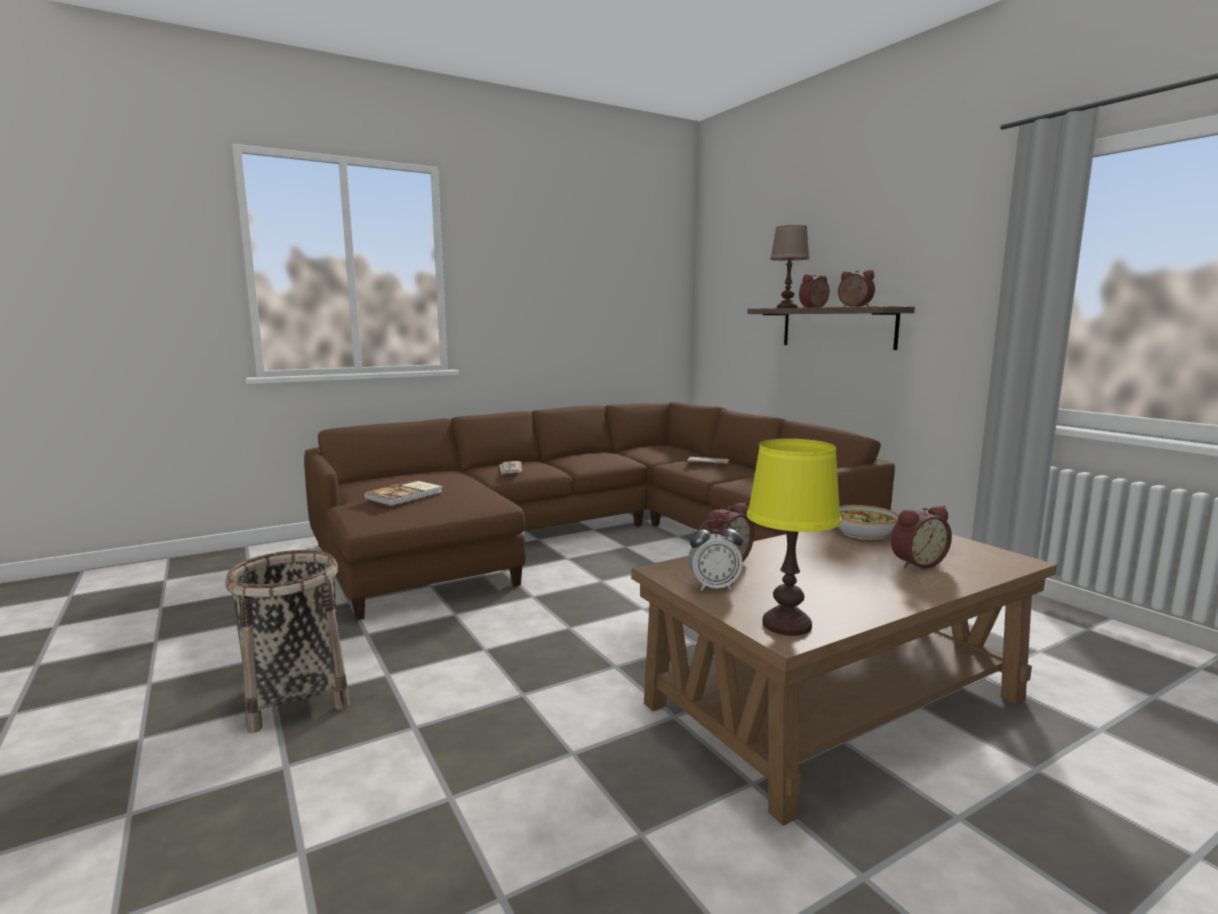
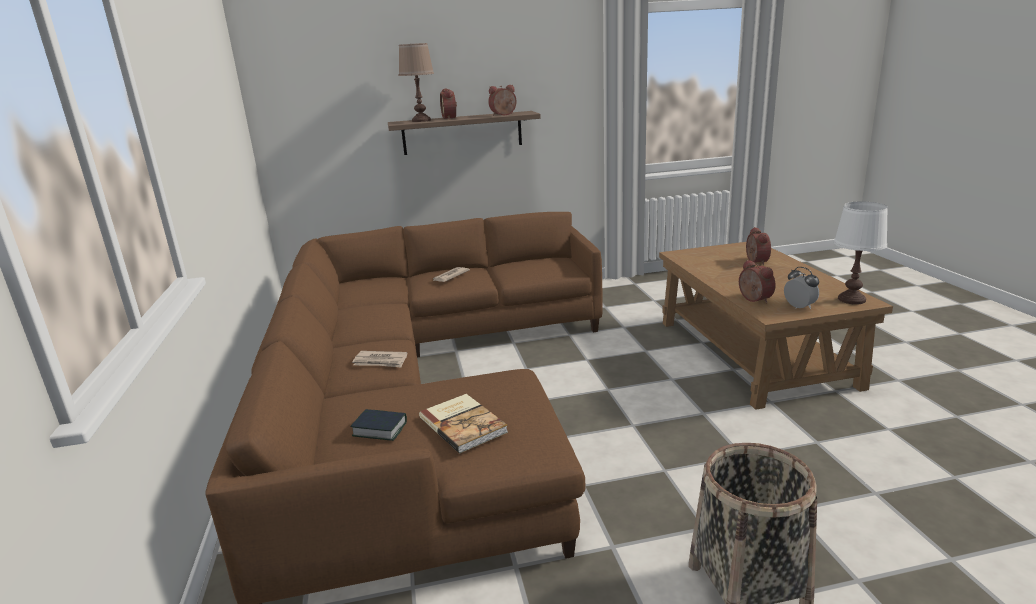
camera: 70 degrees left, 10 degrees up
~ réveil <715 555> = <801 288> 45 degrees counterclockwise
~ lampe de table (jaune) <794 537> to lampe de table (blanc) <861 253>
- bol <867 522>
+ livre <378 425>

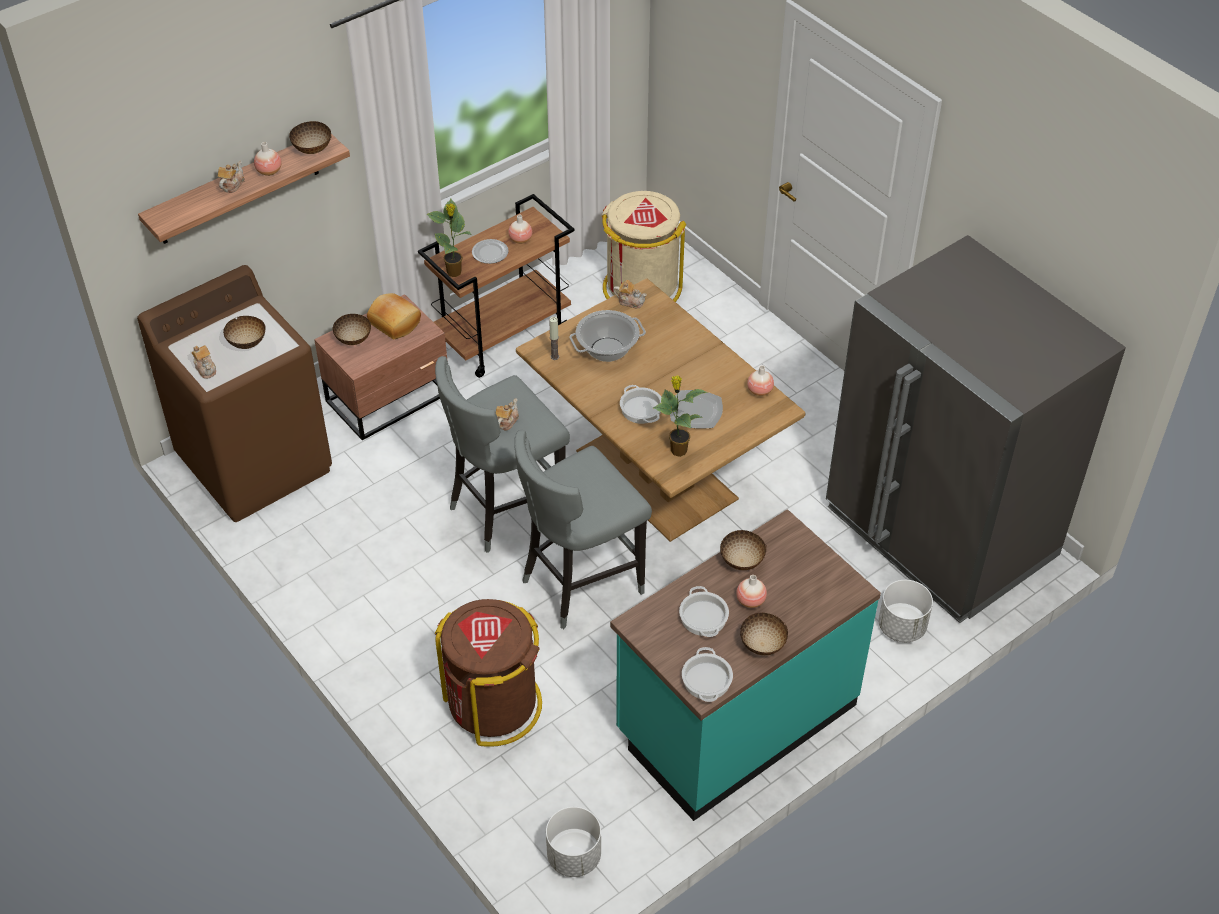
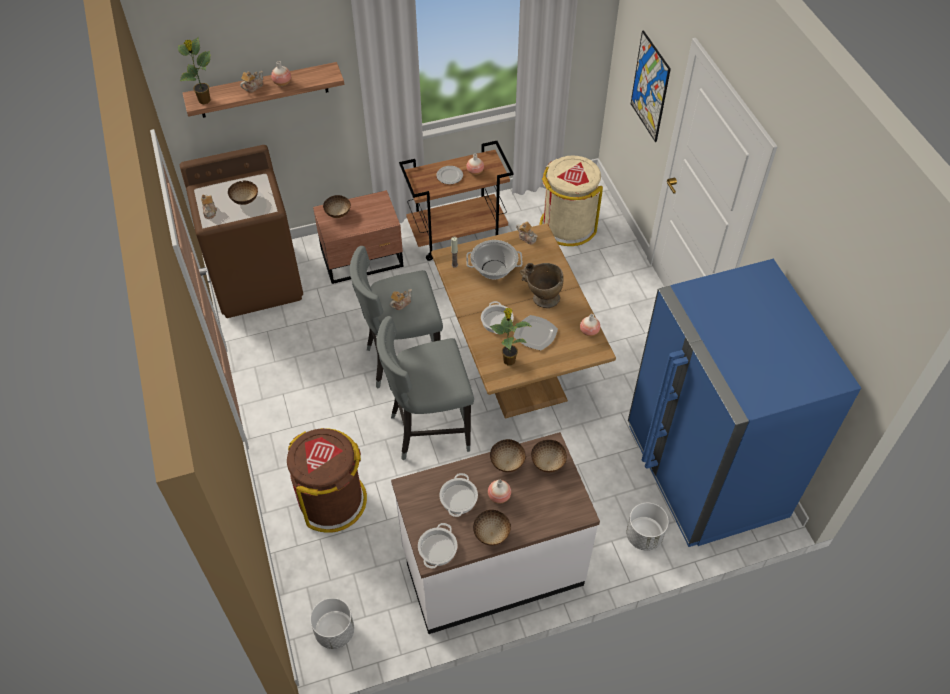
camera: 20 degrees right, 5 degrees up
~ bol <310 137> to <549 456>
- pain <394 316>
~ plante en pot <449 238> to <194 70>
~ comptoir de cuisine (turquoise) <745 665> to comptoir de cuisine (blanc) <495 533>
~ réfrigérateur (gris) <976 429> to réfrigérateur (bleu) <744 403>
+ vase (beige) <541 285>
+ tableau <651 86>

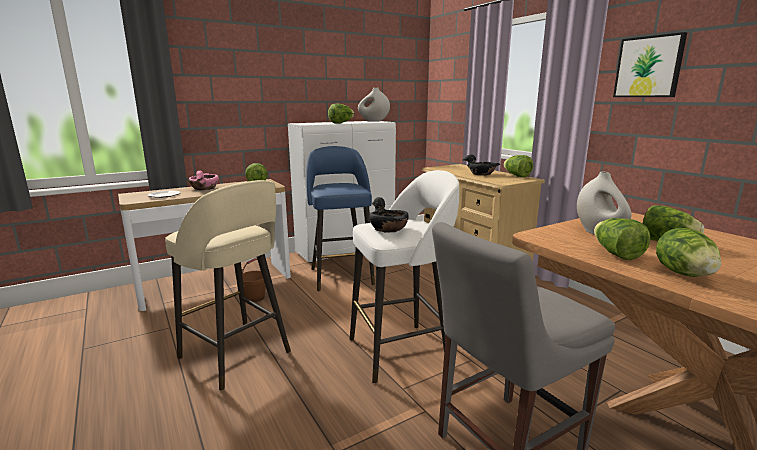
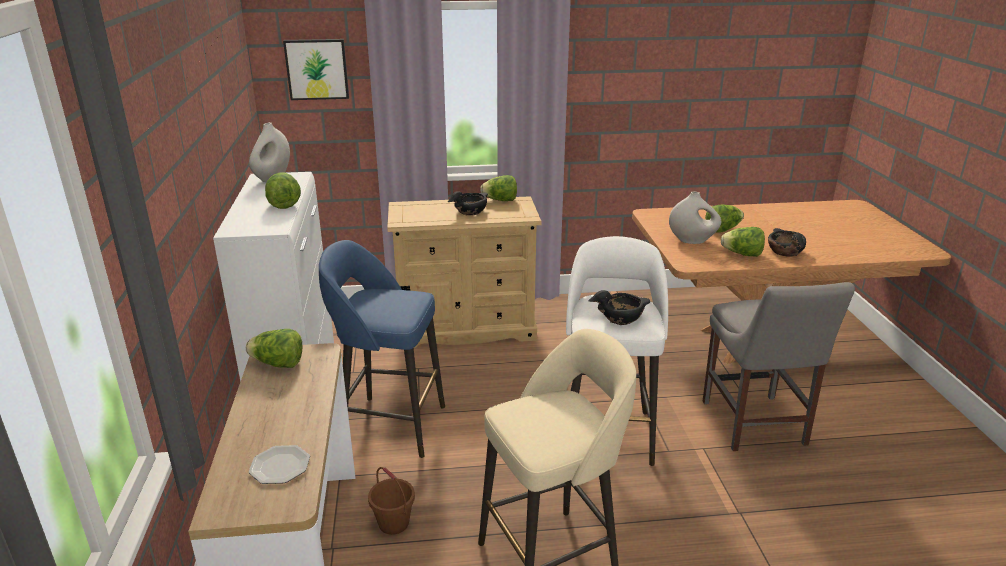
camera: 65 degrees left, 10 degrees up
- bol (rose) <204 180>
~ tableau <650 64> to <316 69>
~ laitue <688 252> to bol (noir) <787 242>

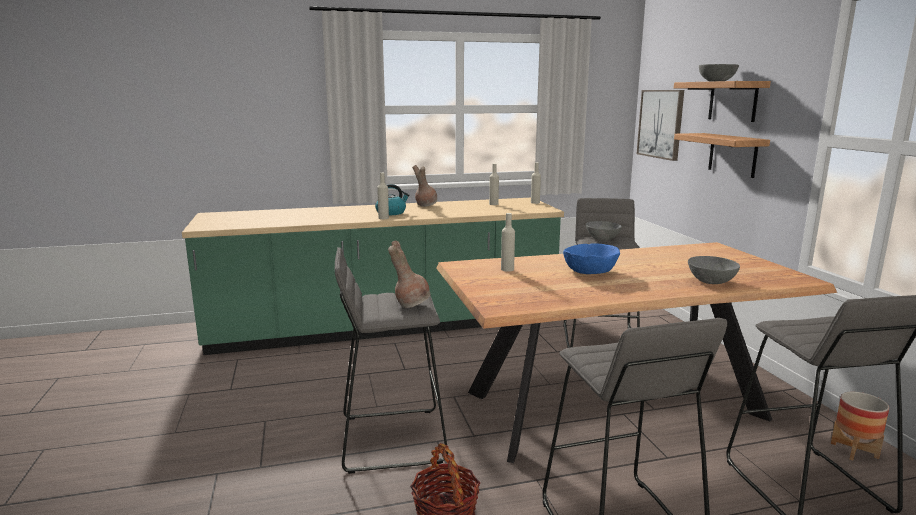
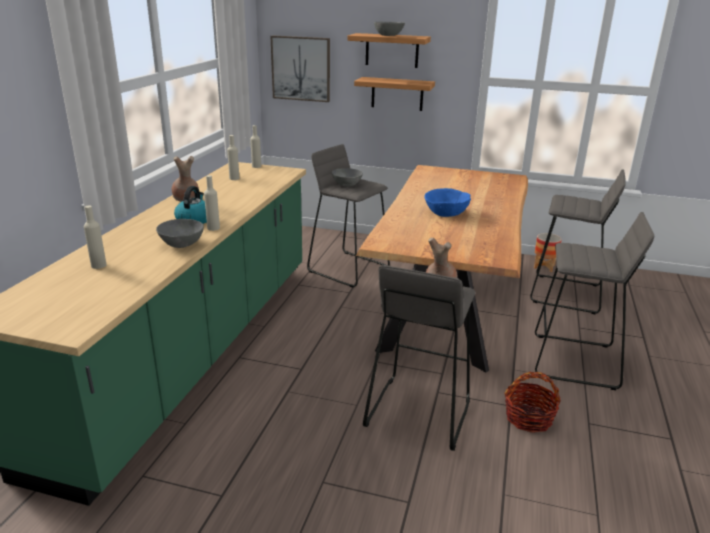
camera: 60 degrees left, 10 degrees up
~ bouteille (beige) <508 242> to <95 237>
~ bol (gris) <714 270> to <180 233>

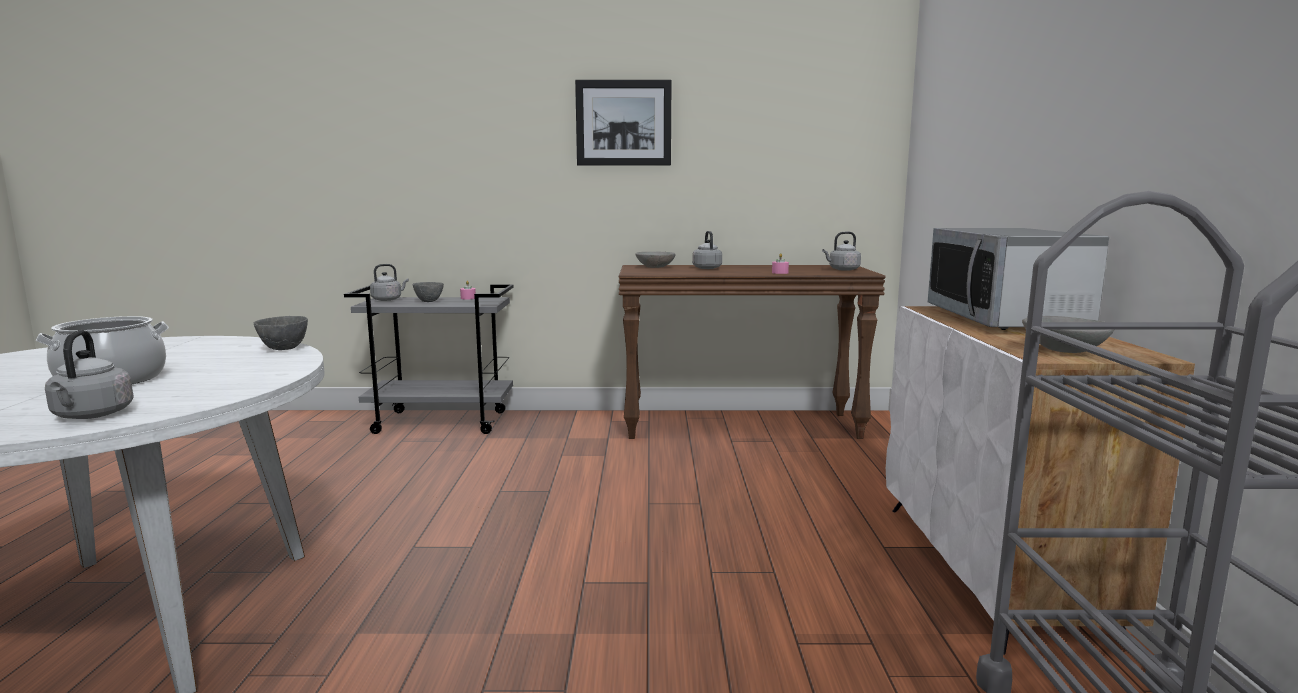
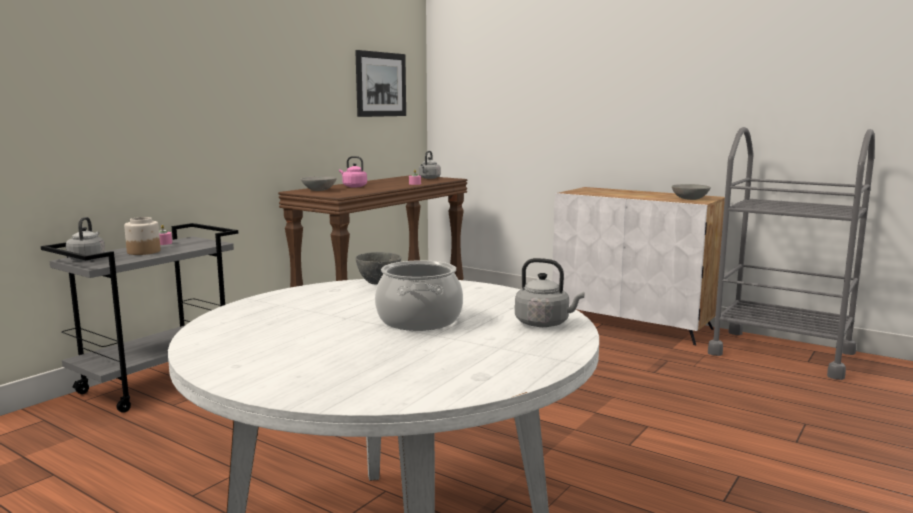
camera: 55 degrees left, 0 degrees up
~ bol (gris) <428 292> to bocal <142 236>
~ tableau <623 122> to <380 83>
~ bouilloire (gris) <707 250> to bouilloire (rose) <353 172>
- micro-ondes <1018 279>

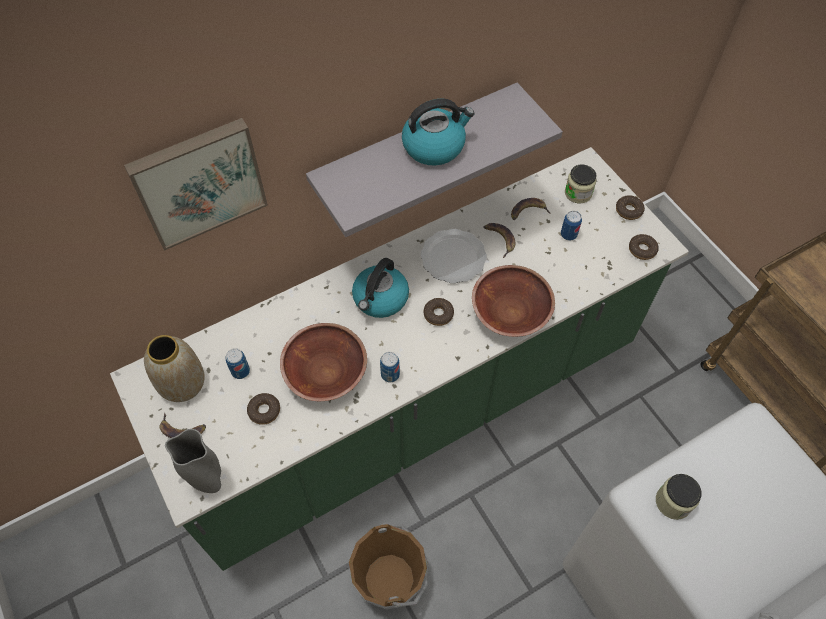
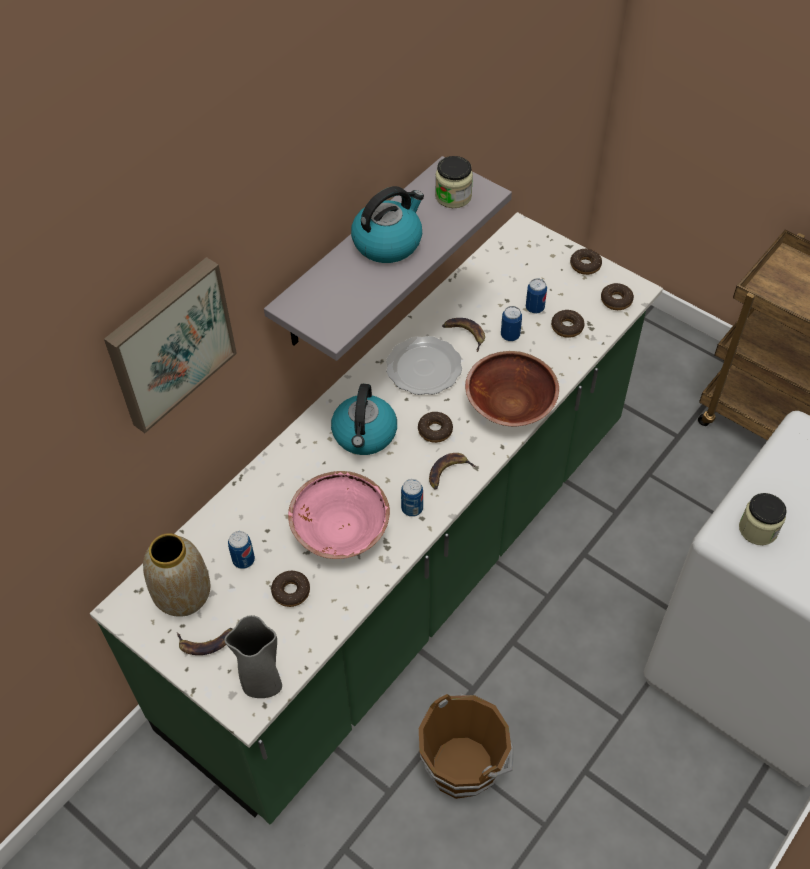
camera: 20 degrees left, 5 degrees down
~ bol (marron) <323 362> to bol (rose) <339 515>
~ banane <531 209> to <452 471>
~ bocal <581 184> to <454 182>
+ boîte métallique <511 323>
+ beignet <567 324>

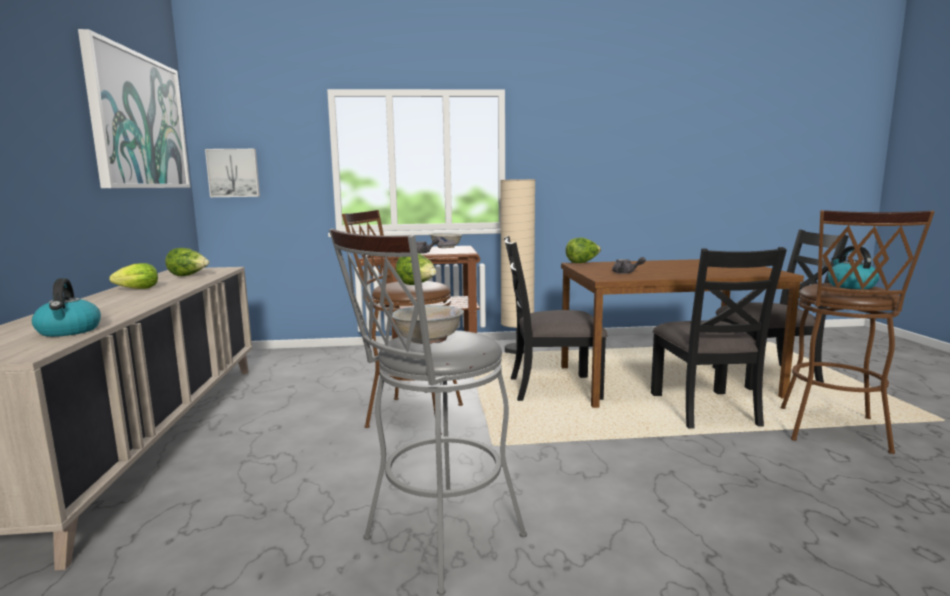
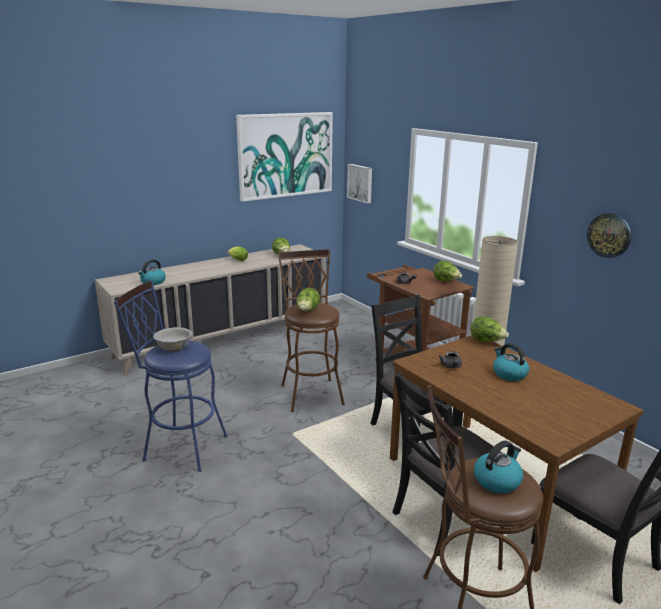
camera: 60 degrees right, 10 degrees up
~ tabouret (gris) <428 412> to tabouret (bleu) <171 376>
~ bol (blanc) <446 240> to laitue <447 271>
+ bouilloire <511 362>
+ horloge murale <609 235>

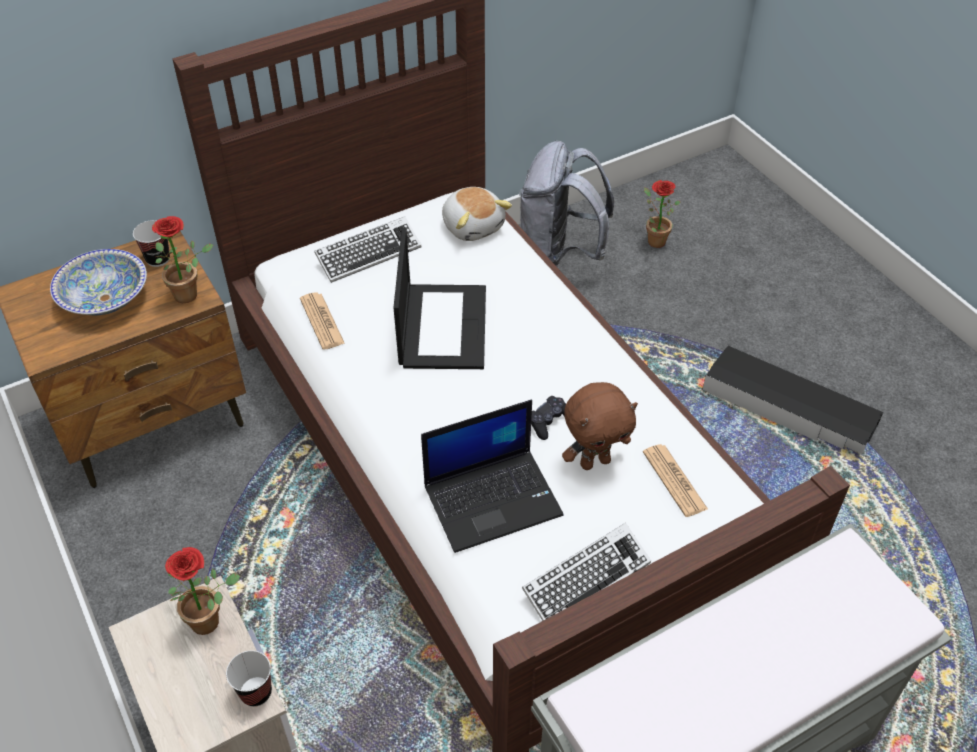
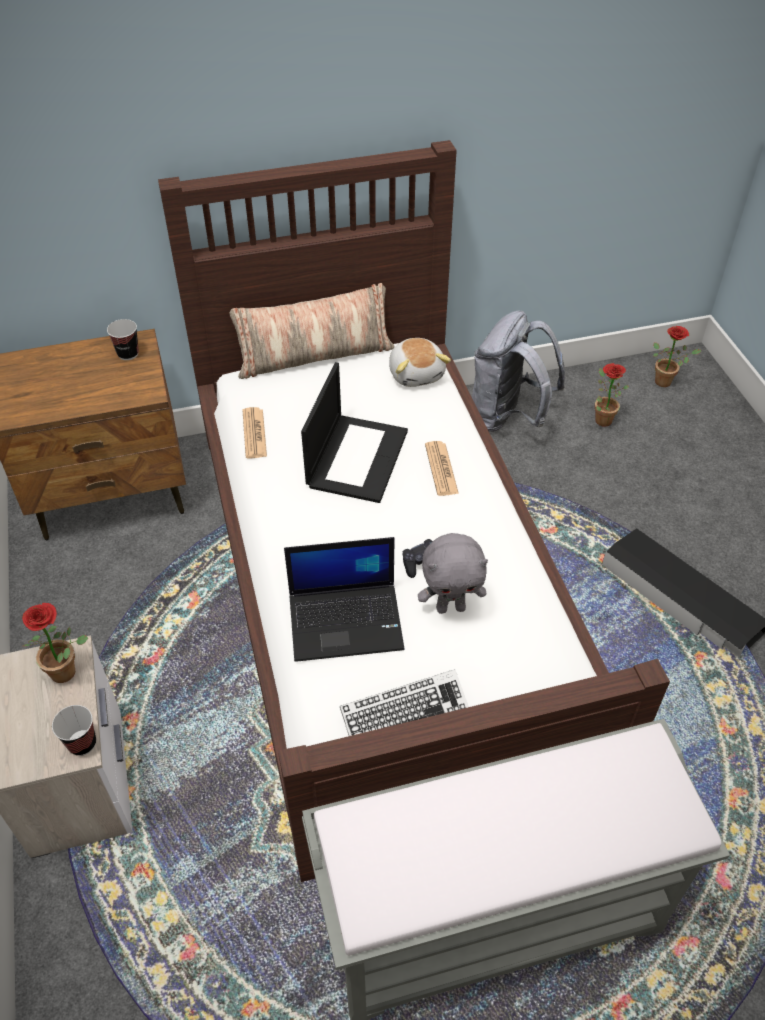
camera: 15 degrees right, 0 degrees up
- bol <98 282>
~ plante en pot <182 259> to <677 356>
- clavier <367 250>
~ peluche (marron) <600 426> to peluche (gris) <453 573>
~ journal <675 480> to <442 468>
+ coussin <312 331>

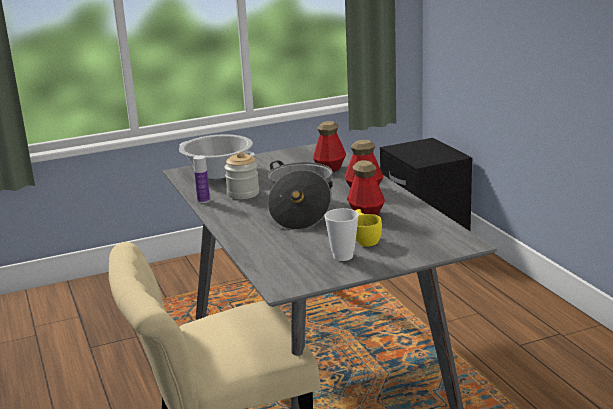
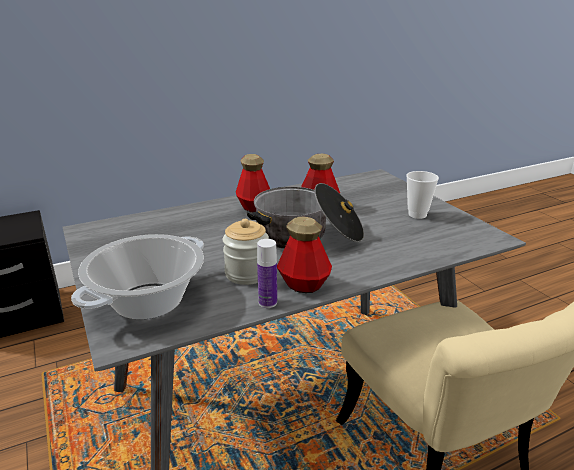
camera: 95 degrees left, 5 degrees up
~ bouteille <329 146> to <304 255>
- tasse (jaune) <369 228>

